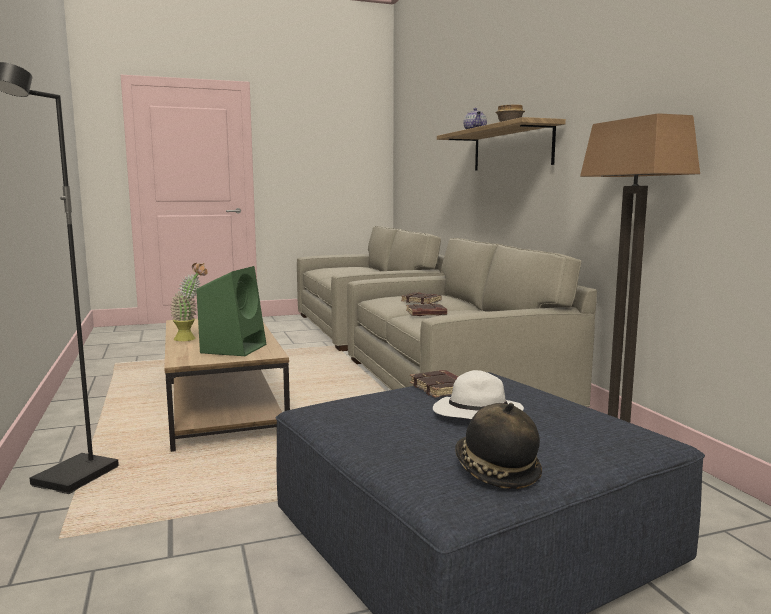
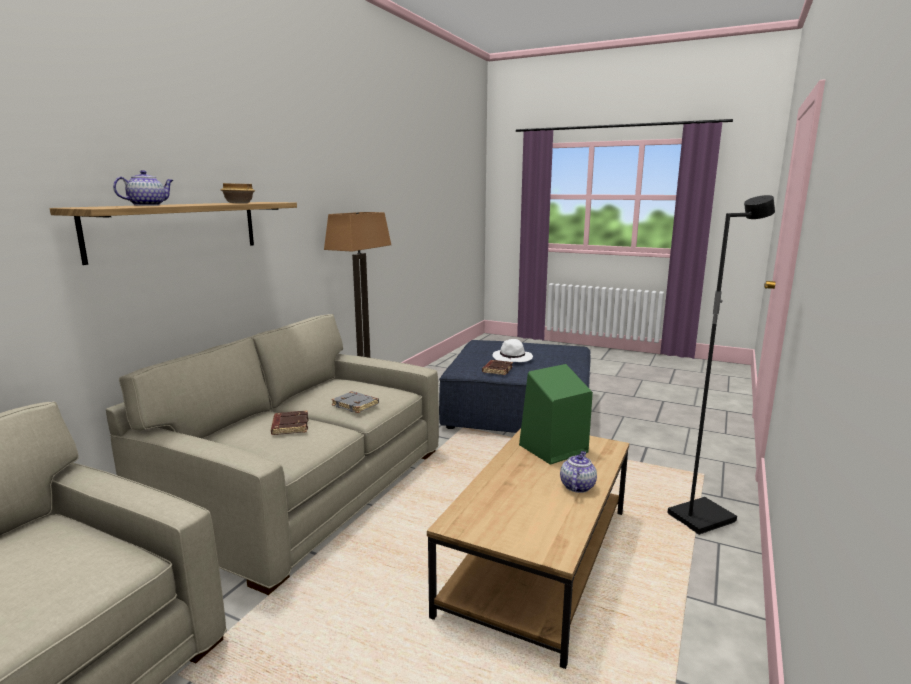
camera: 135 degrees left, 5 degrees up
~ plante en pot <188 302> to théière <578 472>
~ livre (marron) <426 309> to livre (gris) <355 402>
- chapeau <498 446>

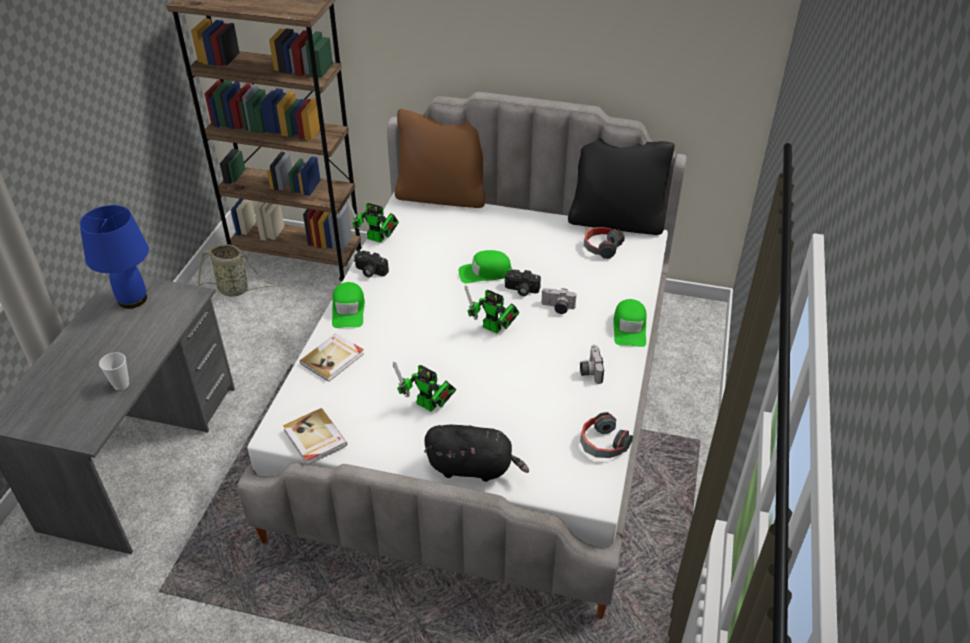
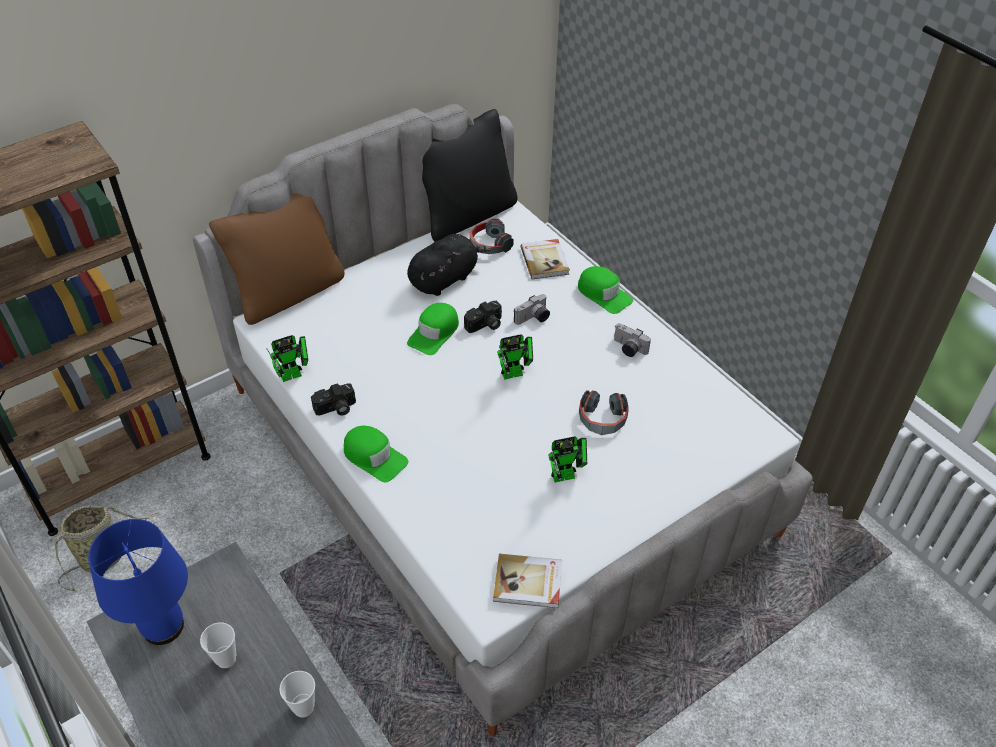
camera: 50 degrees left, 5 degrees up
~ livre <332 357> to <545 259>
~ peluche (noir) <476 453> to <449 265>
~ casque audio <606 435> to <603 412>
+ tasse <218 645>

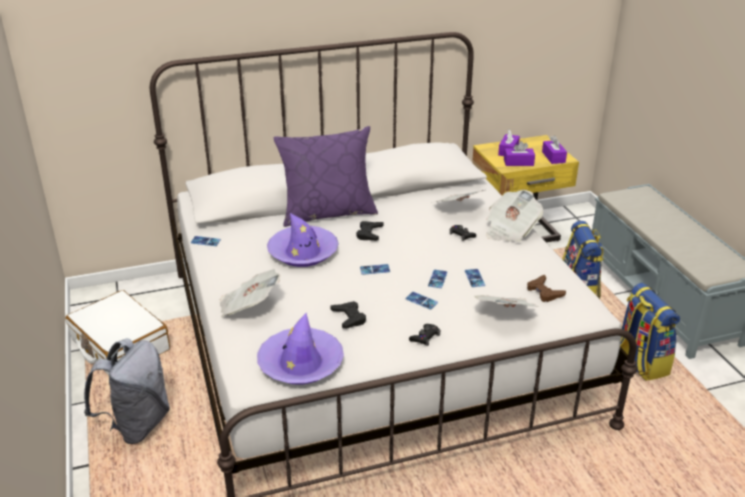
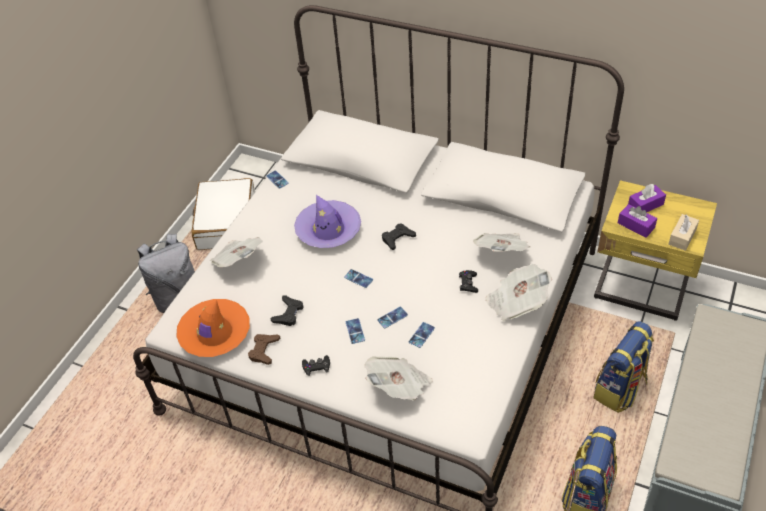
camera: 45 degrees right, 15 degrees up
~ chapeau (violet) <300 349> to chapeau (orange) <213 328>
- coussin (violet) <325 176>
~ manette (marron) <546 288> to <264 349>
~ boîte à mouchoirs (violet) <554 149> to boîte à mouchoirs (beige) <683 232>

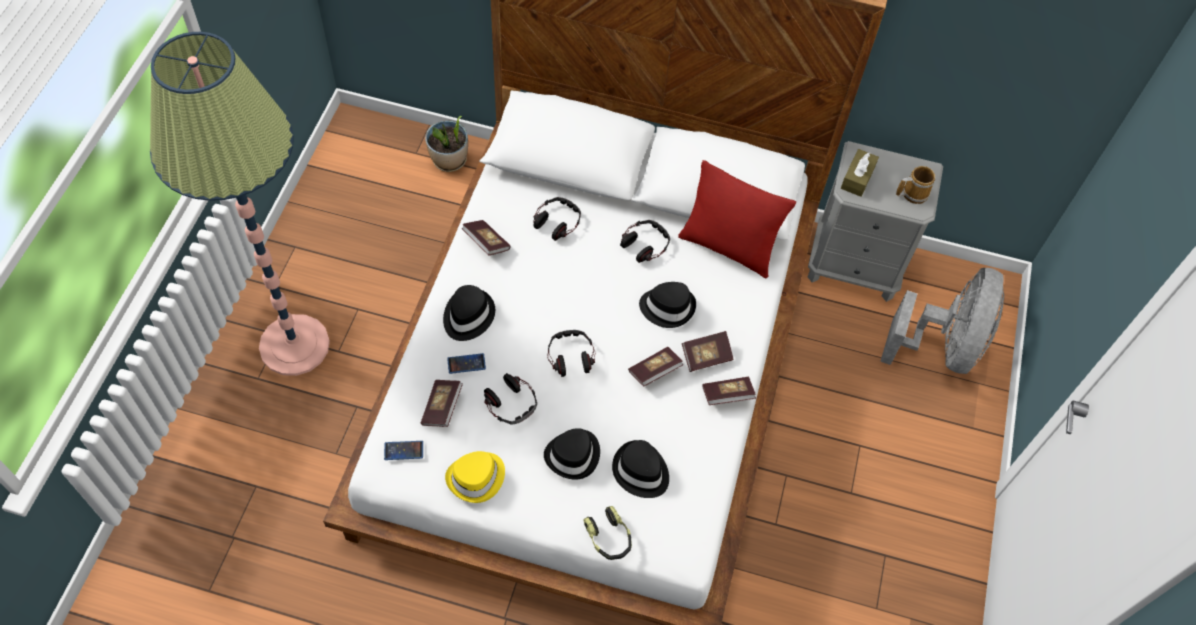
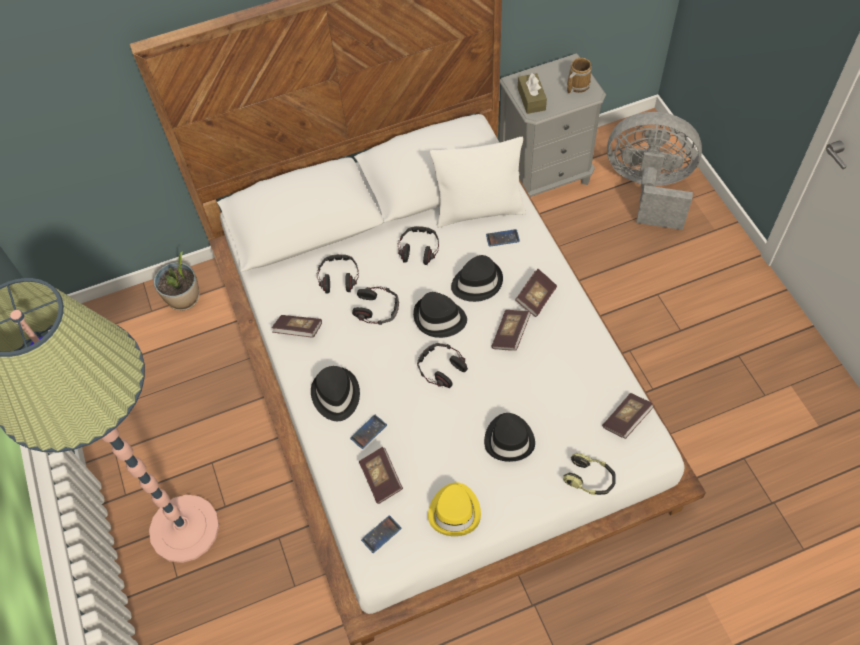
camera: 30 degrees left, 0 degrees up
~ casque audio <510 399> to <375 306>
~ chapeau (noir) <640 469> to <440 315>
~ coussin (rouge) <737 219> to coussin (blanc) <478 182>
~ livre <729 391> to <628 416>
~ ventilateur (gris) <942 321> = <654 171> 60 degrees counterclockwise
+ téléphone <503 238>

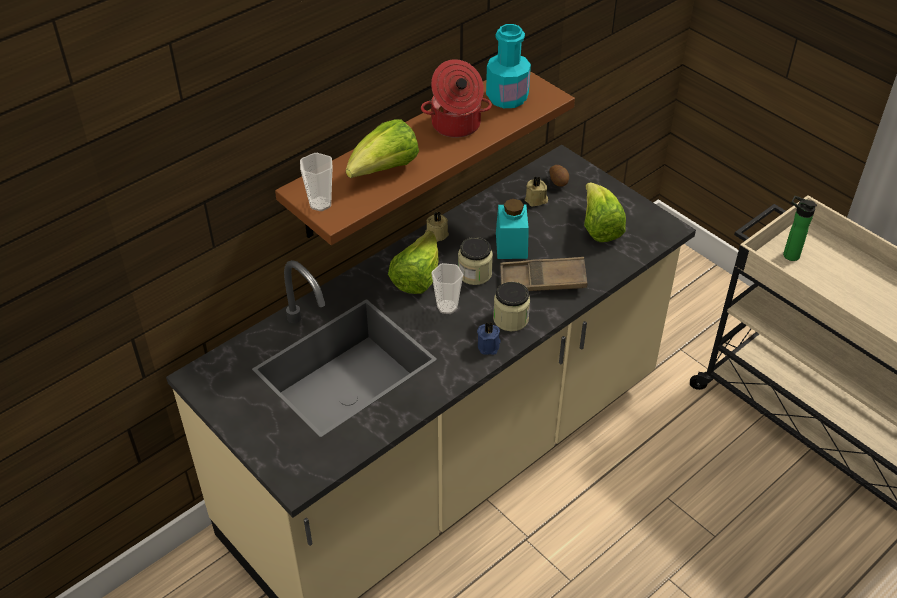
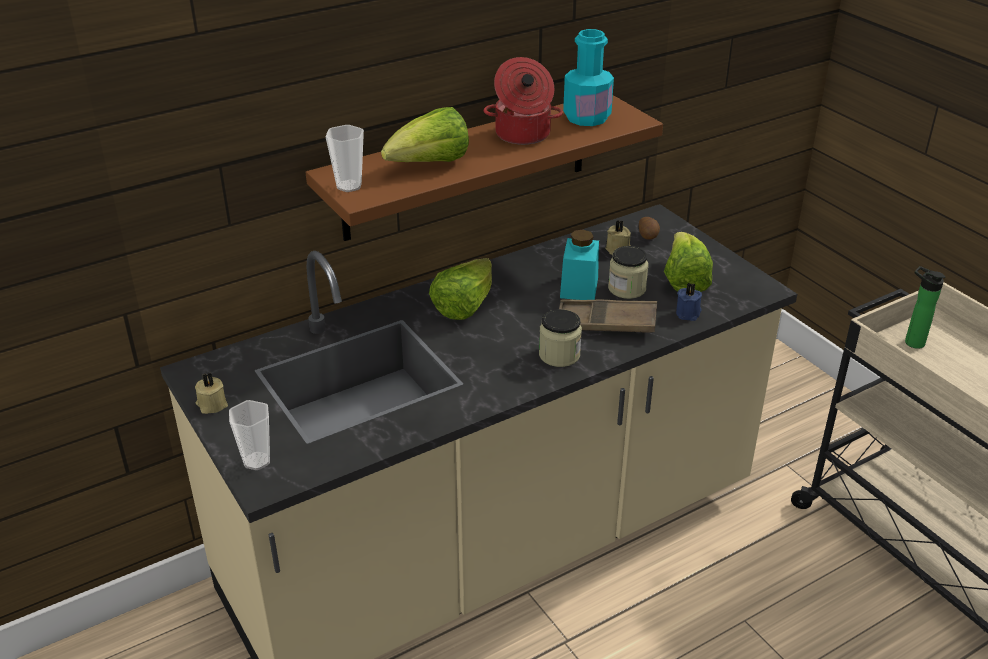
camera: 10 degrees right, 10 degrees down
~ bougie (beige) <437 227> to <211 393>
~ tasse <447 288> to <249 435>
~ bocal <475 261> to <628 272>
~ bougie (bleu) <489 338> to <689 302>

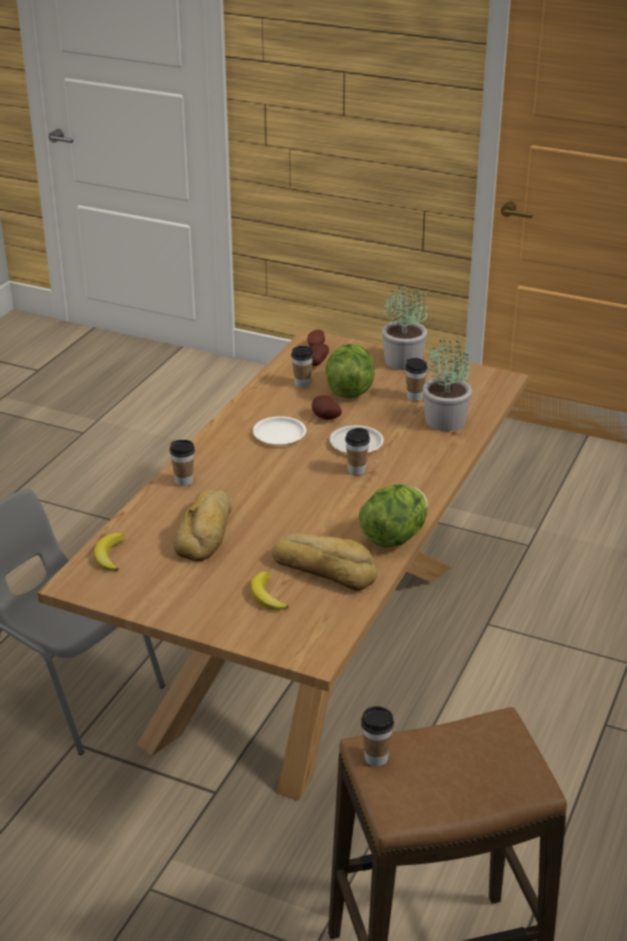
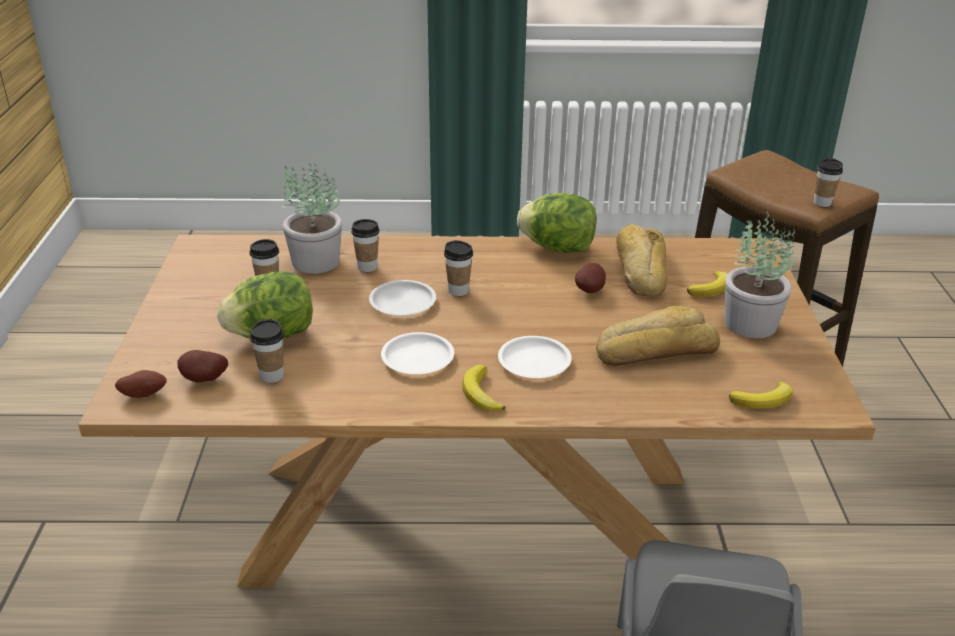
camera: 115 degrees left, 0 degrees up
~ tasse <182 463> to <365 245>
~ pomme de terre <327 407> to <590 278>
~ plante en pot <404 327> to <760 274>
+ banane <484 388>
+ assiette (blanc) <535 357>

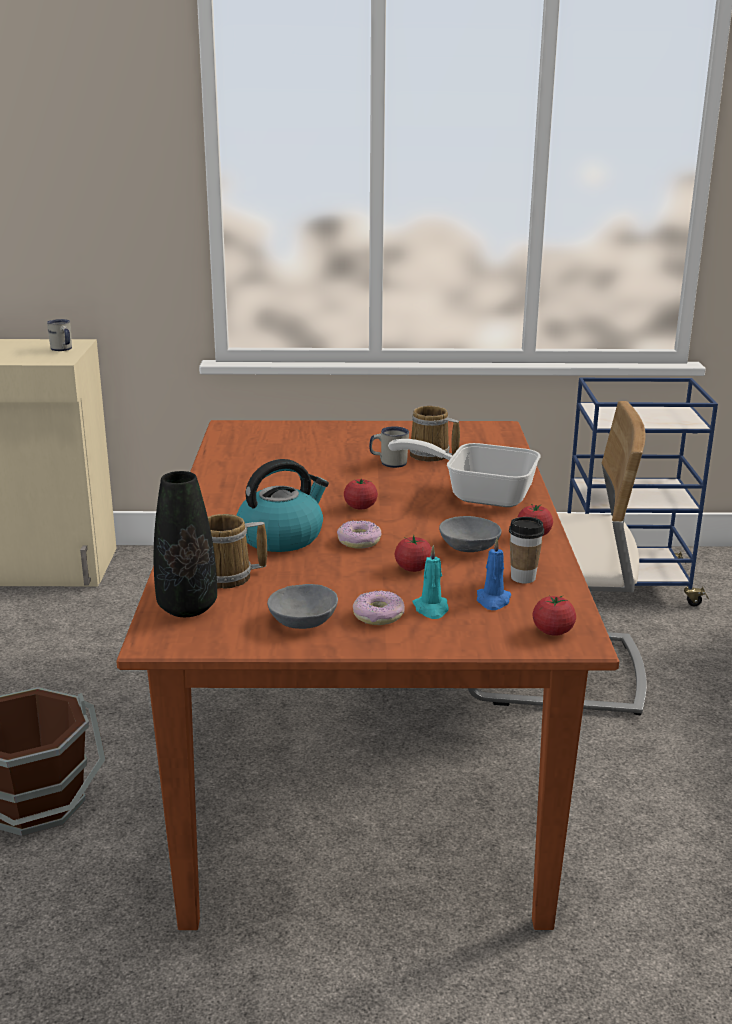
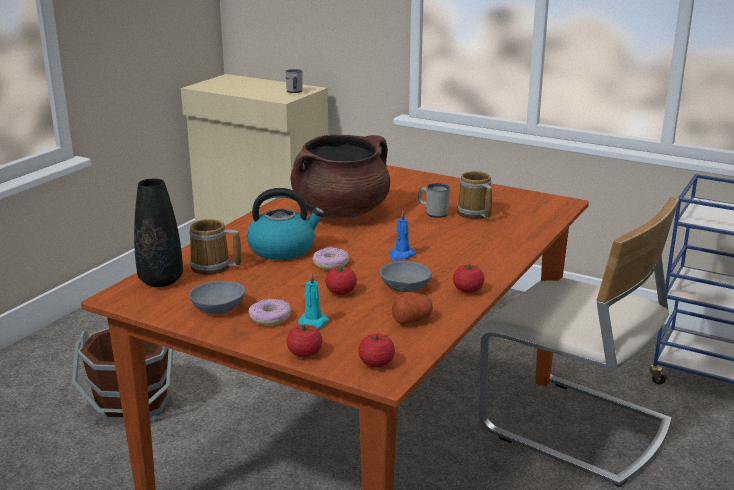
camera: 30 degrees right, 0 degrees up
~ tomate <361 494> to <304 340>
- poêle <464 473>
~ bougie (bleu) <494 574> to <402 236>
~ tasse <526 550> to pomme de terre <412 308>
+ marmite (marron) <340 177>

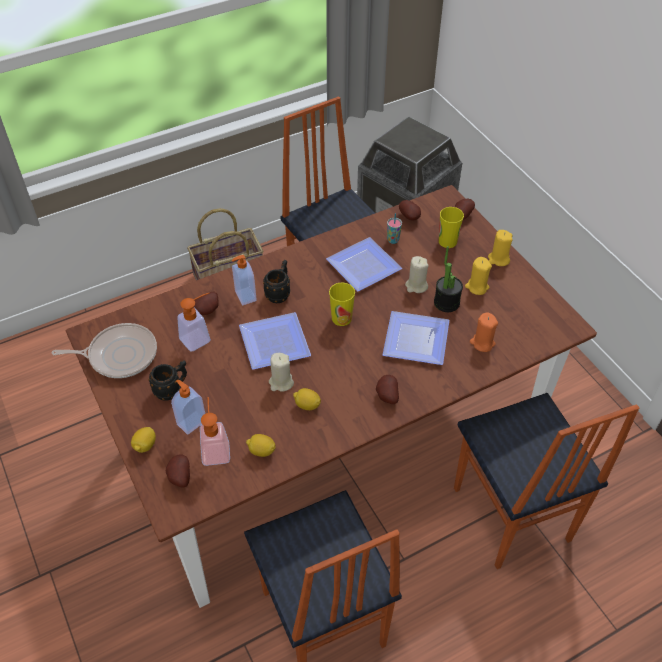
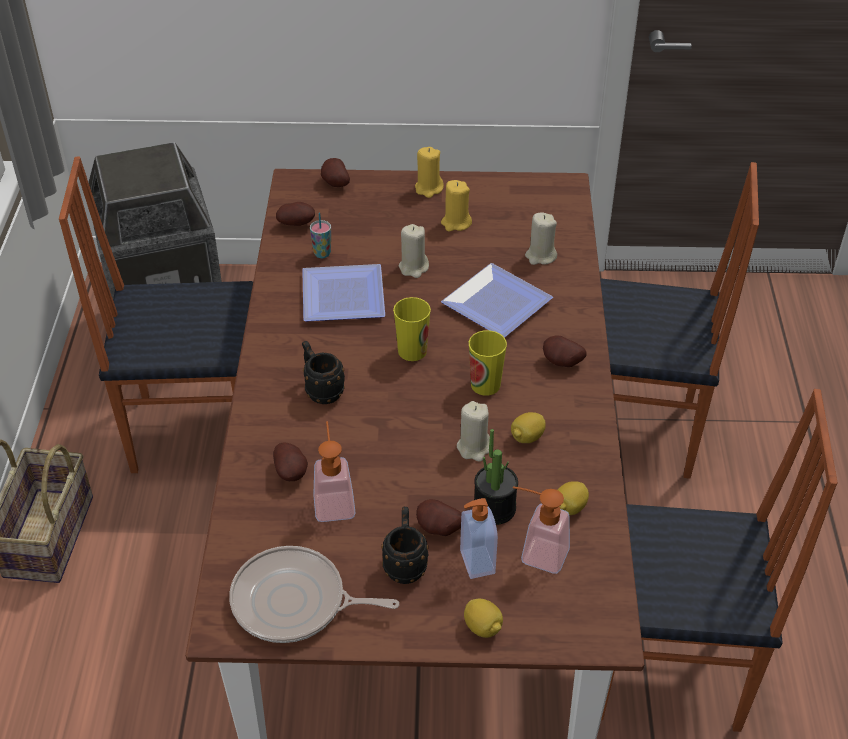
camera: 60 degrees left, 5 degrees down
~ poêle <104 350> = <314 594> 105 degrees counterclockwise
~ pomme de terre <178 471> to <439 517>
- distributeur de savon <244 280>
- assiette <275 341>
~ plante en pot <448 279> to <496 477>
~ tasse <451 227> to <488 363>
~ bougie (orange) <484 332> to bougie (beige) <541 239>

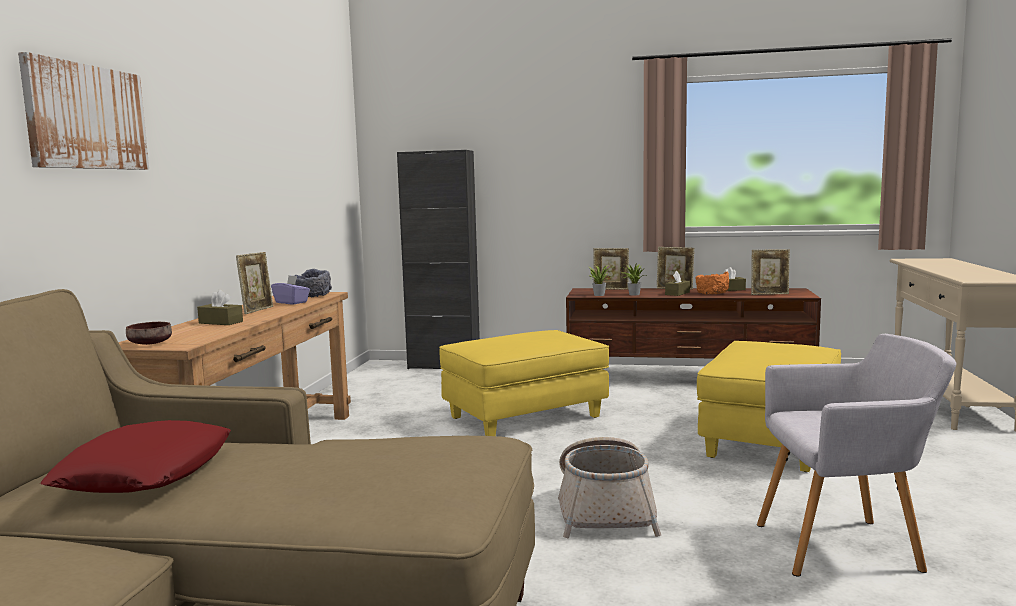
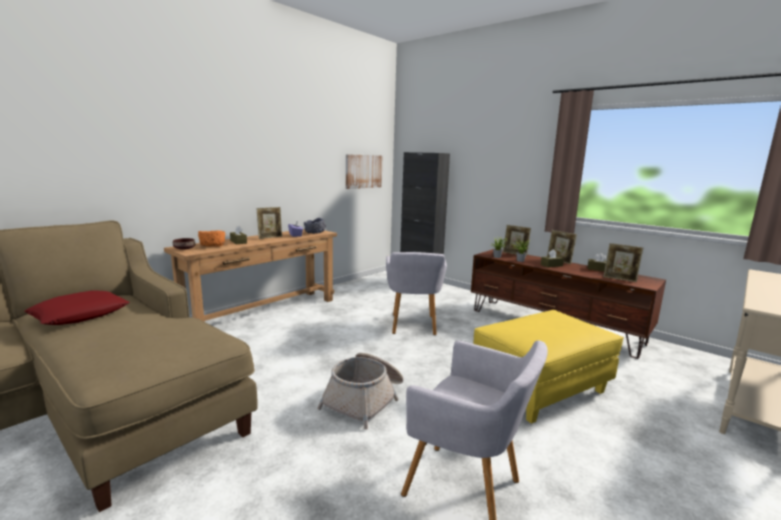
camera: 30 degrees right, 5 degrees up
~ tableau <83 111> to <364 171>
~ pouf (jaune) <524 383> to fauteuil (gris) <416 293>
~ bol (orange) <712 283> to <211 238>

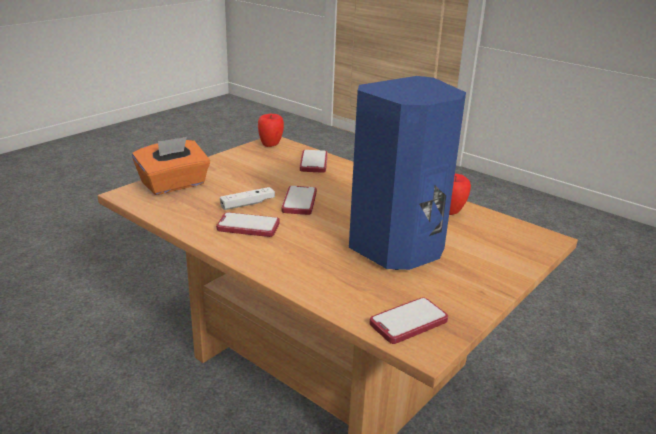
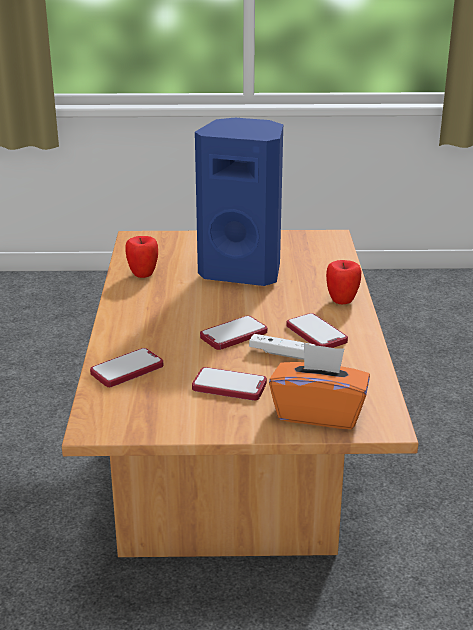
camera: 130 degrees left, 0 degrees up
~ pomme <271 130> to <344 282>
~ téléphone <408 320> to <229 384>

